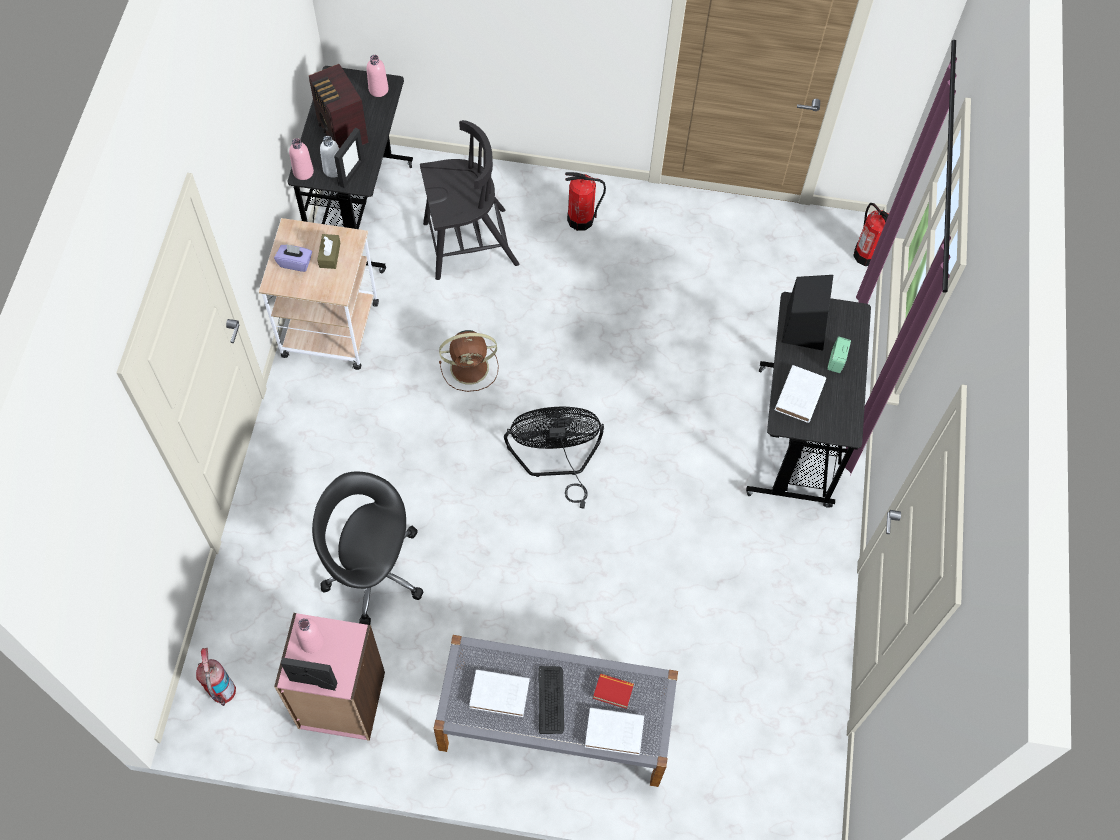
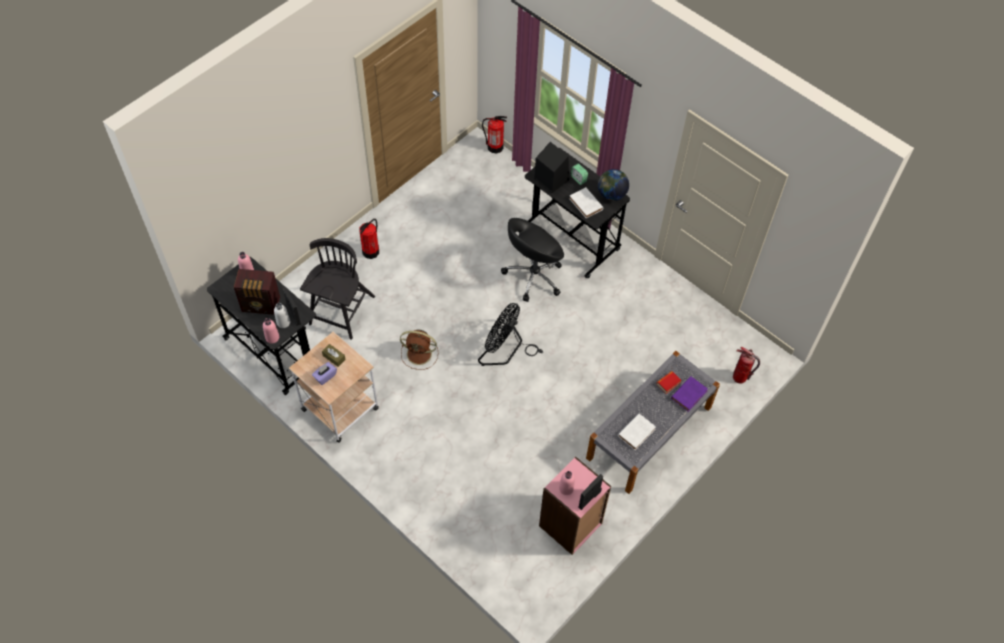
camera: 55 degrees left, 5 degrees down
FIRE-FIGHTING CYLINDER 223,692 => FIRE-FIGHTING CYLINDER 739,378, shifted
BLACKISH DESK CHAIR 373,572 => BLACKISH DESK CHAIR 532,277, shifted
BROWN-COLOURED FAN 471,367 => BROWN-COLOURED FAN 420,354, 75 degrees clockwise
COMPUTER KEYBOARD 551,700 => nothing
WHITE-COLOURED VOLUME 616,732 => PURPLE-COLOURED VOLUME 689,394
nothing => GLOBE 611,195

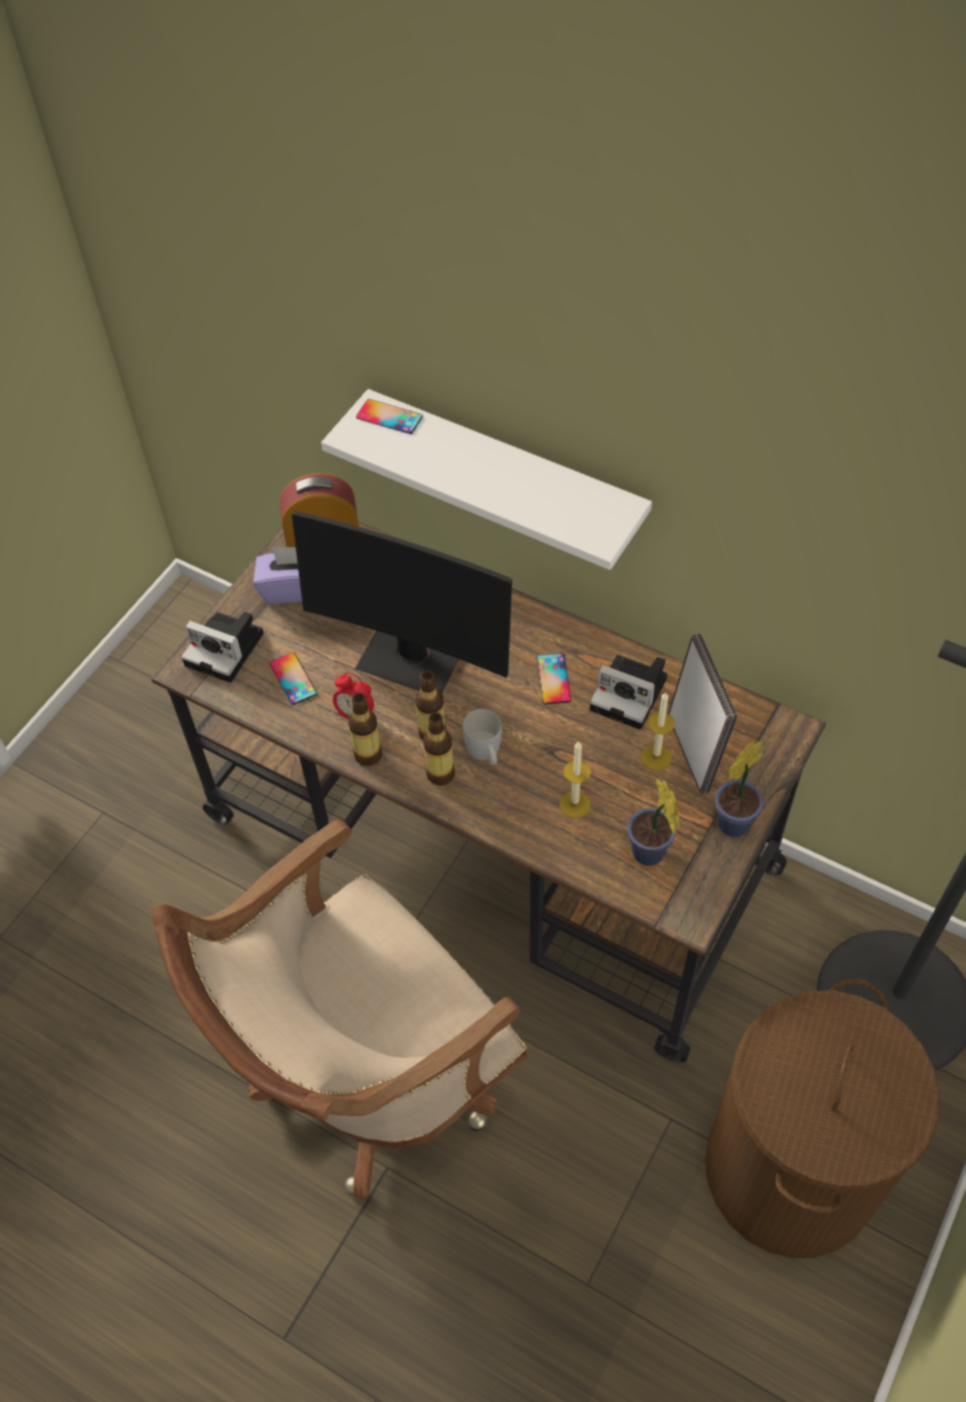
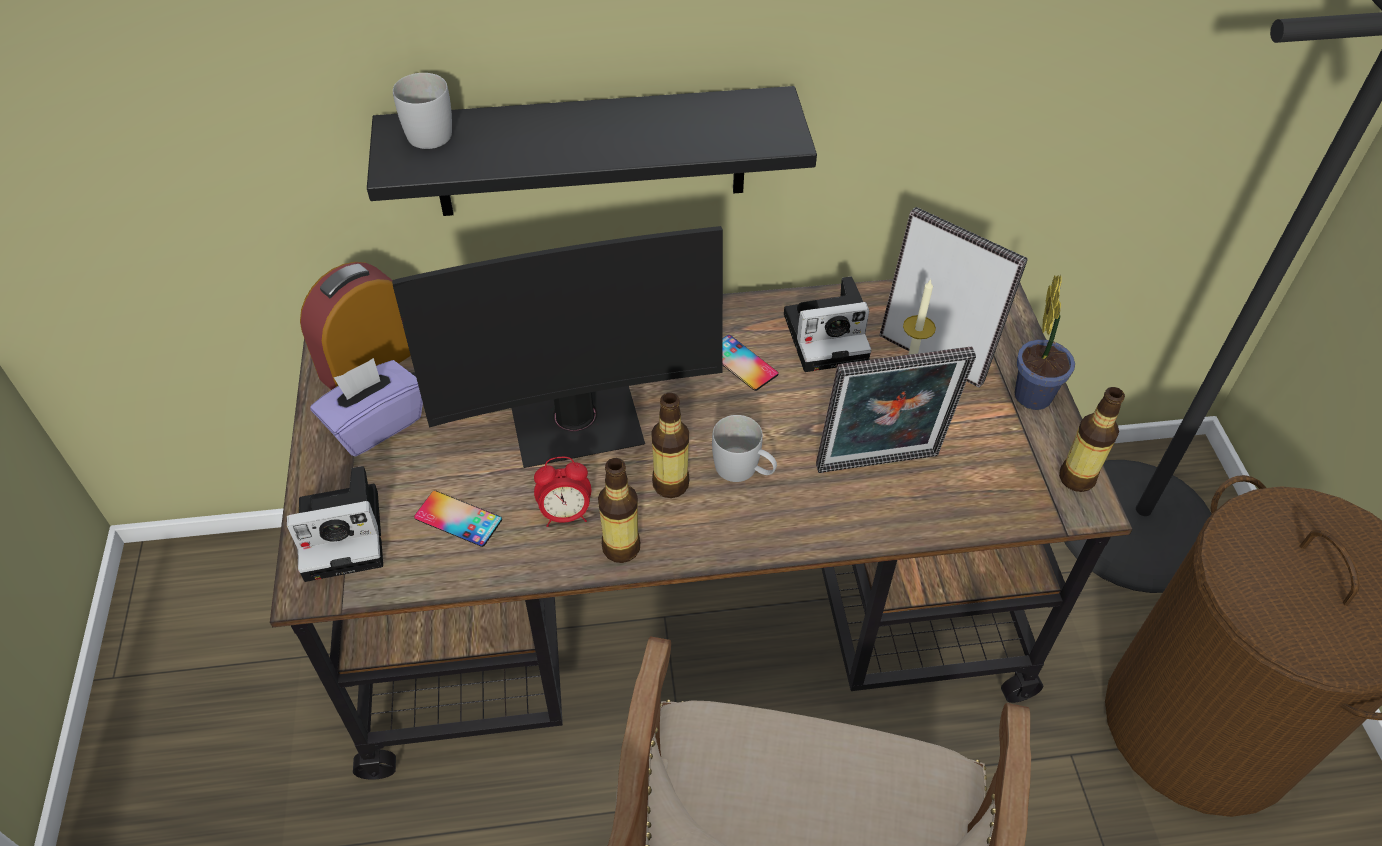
camera: 40 degrees left, 5 degrees down
WHITE-COLOURED BRACKET SHELF 505,477 => BLACKISH BRACKET SHELF 591,152
HANDSET 389,417 => WHITE-COLOURED TEA MUG 428,130
BEVERAGE BOTTLE 440,774 => BEVERAGE BOTTLE 1076,478, shifted
CANDLE 575,804 => PHOTO FRAME 879,466
POTTED PLANT 650,856 => nothing

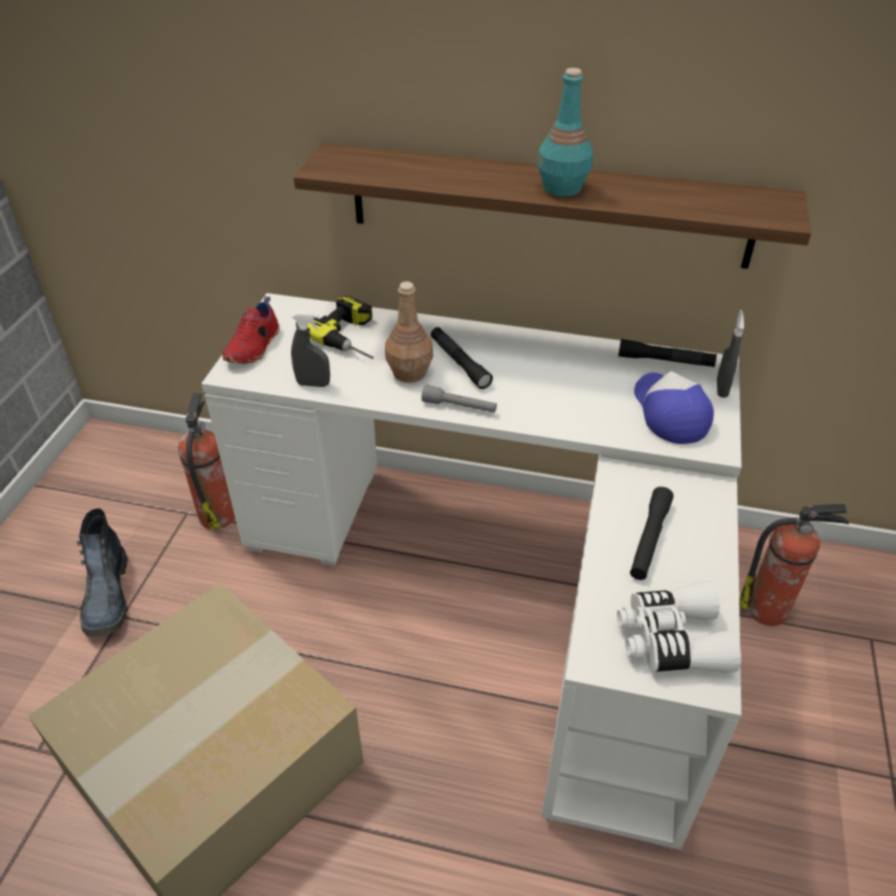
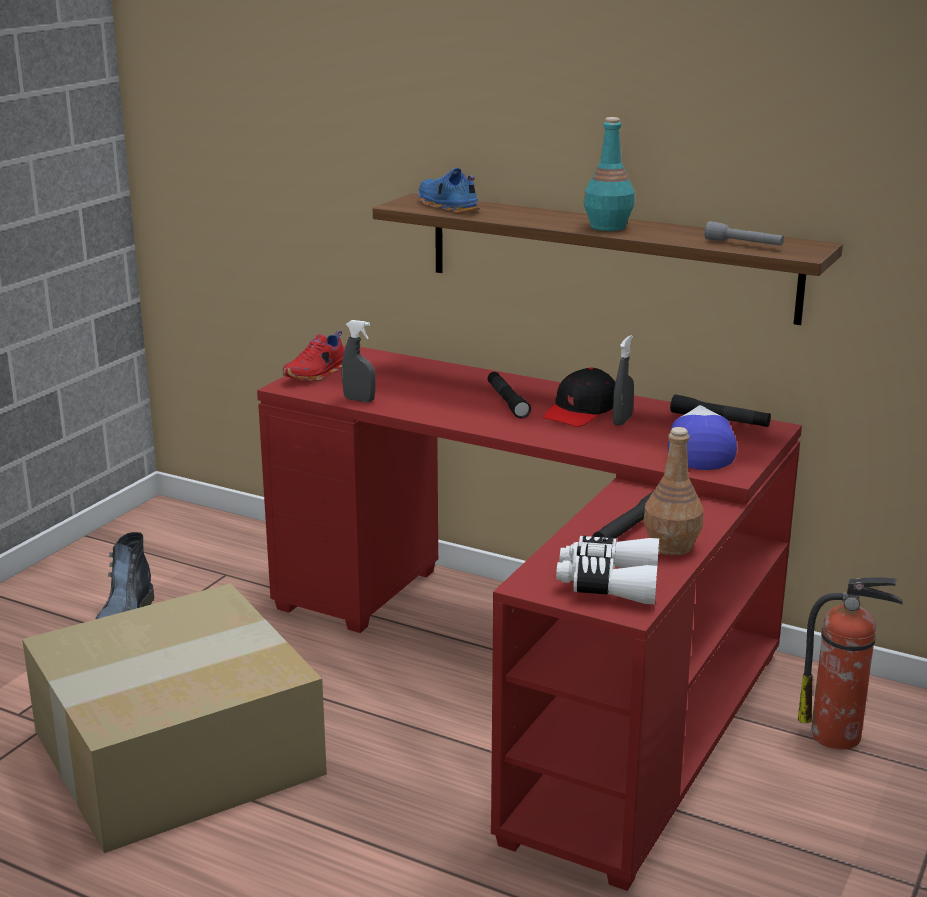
camera: 15 degrees right, 20 degrees down
FIRE-FIGHTING CYLINDER 218,514 => nothing
WHITE-COLOURED DESK 506,581 => RED DESK 540,670
DRILL 353,336 => nothing
BROWN-COLOURED BEVERAGE BOTTLE 410,372 => BROWN-COLOURED BEVERAGE BOTTLE 672,546, shifted
GRAY FLASHLIGHT 459,407 => GRAY FLASHLIGHT 743,244, shifted
GRAY HAND SPRAYER 721,388 => GRAY HAND SPRAYER 622,421, shifted
nothing => BLUE-COLOURED ITEM OF FOOTWEAR 446,206
nothing => BLACKISH BASEBALL CAP 580,411

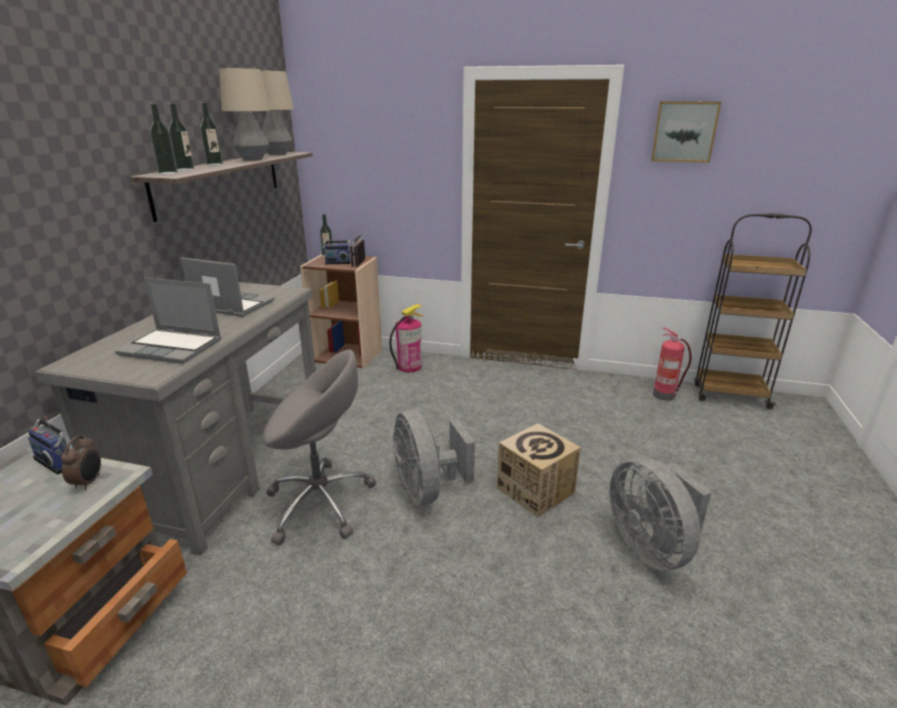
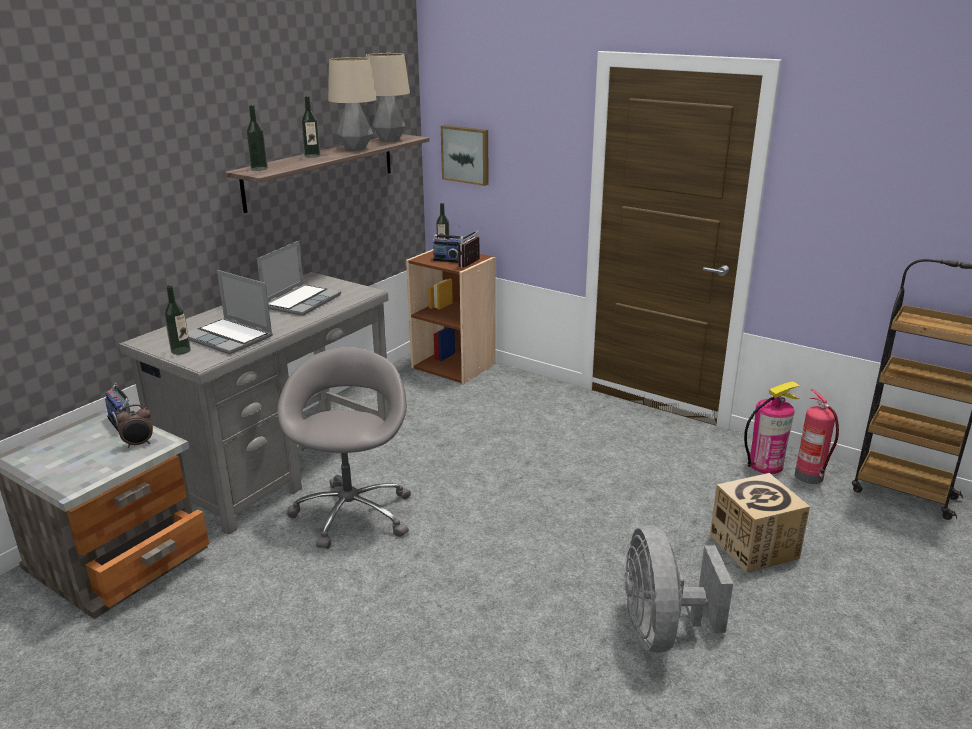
camera: 20 degrees right, 0 degrees up
TABLE CLOCK 89,482 => TABLE CLOCK 139,444, 45 degrees clockwise
BEVERAGE BOTTLE 185,169 => BEVERAGE BOTTLE 181,351, shifted
LAPTOP 231,305 => LAPTOP 302,301, 75 degrees clockwise
GRAY DESK CHAIR 322,502 => GRAY DESK CHAIR 352,513, 105 degrees counterclockwise
FIRE-FIGHTING CYLINDER 409,367 => FIRE-FIGHTING CYLINDER 765,464, shifted
GRAY FAN 427,490 => nothing
CARDBOARD BOX 535,490 => CARDBOARD BOX 753,546, shifted
PICTURE 684,132 => PICTURE 466,154, shifted

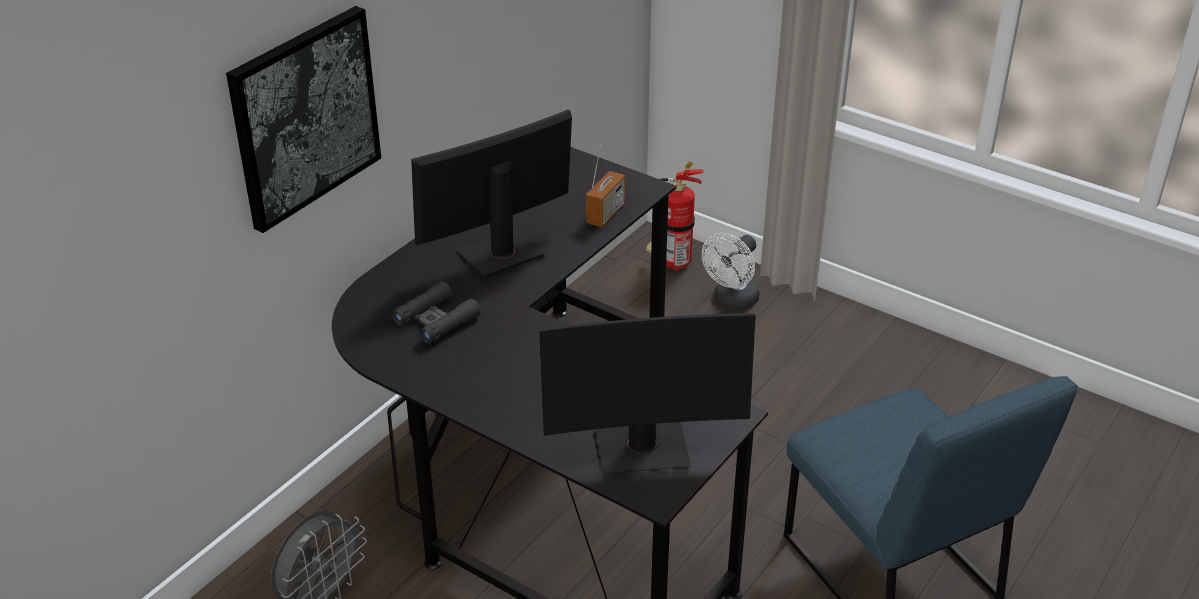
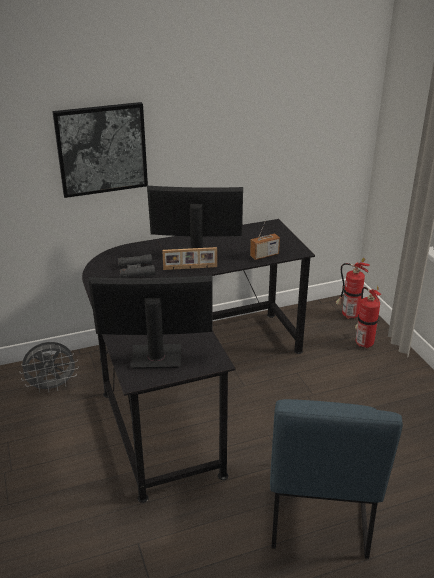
camera: 35 degrees right, 5 degrees down
COMPUTER DISPLAY 642,448 => COMPUTER DISPLAY 156,357, 150 degrees clockwise
WHITE-COLOURED FAN 732,301 => FIRE-FIGHTING CYLINDER 363,343
nothing => PHOTO FRAME 190,268

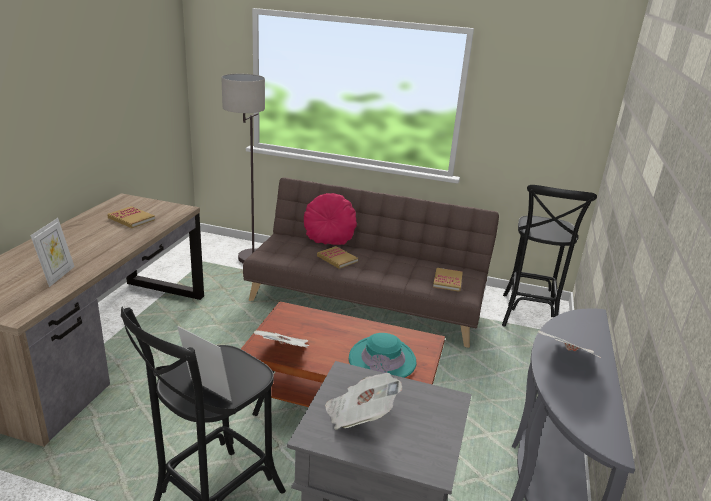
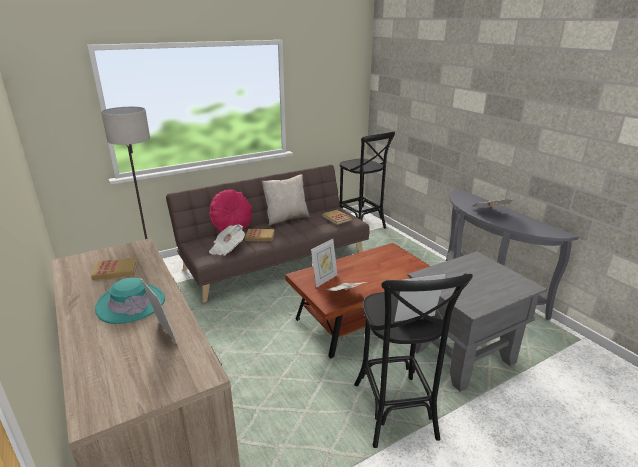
camera: 45 degrees left, 0 degrees up
NEWSPAPER 360,415 => NEWSPAPER 227,249, shifted
TURQUOISE CLOTHING HAT 382,360 => TURQUOISE CLOTHING HAT 131,304, shifted
nothing => SAND-COLOURED CUSHION 286,218
nothing => PHOTO FRAME 324,279

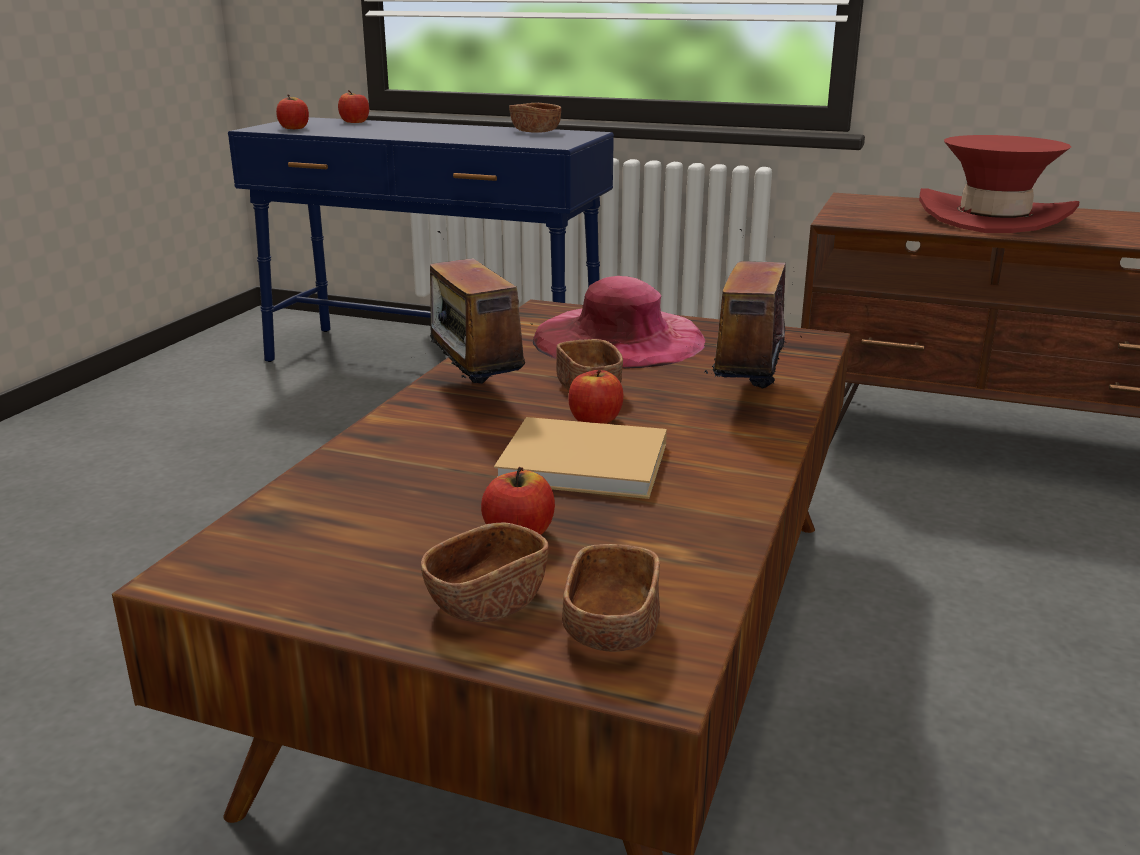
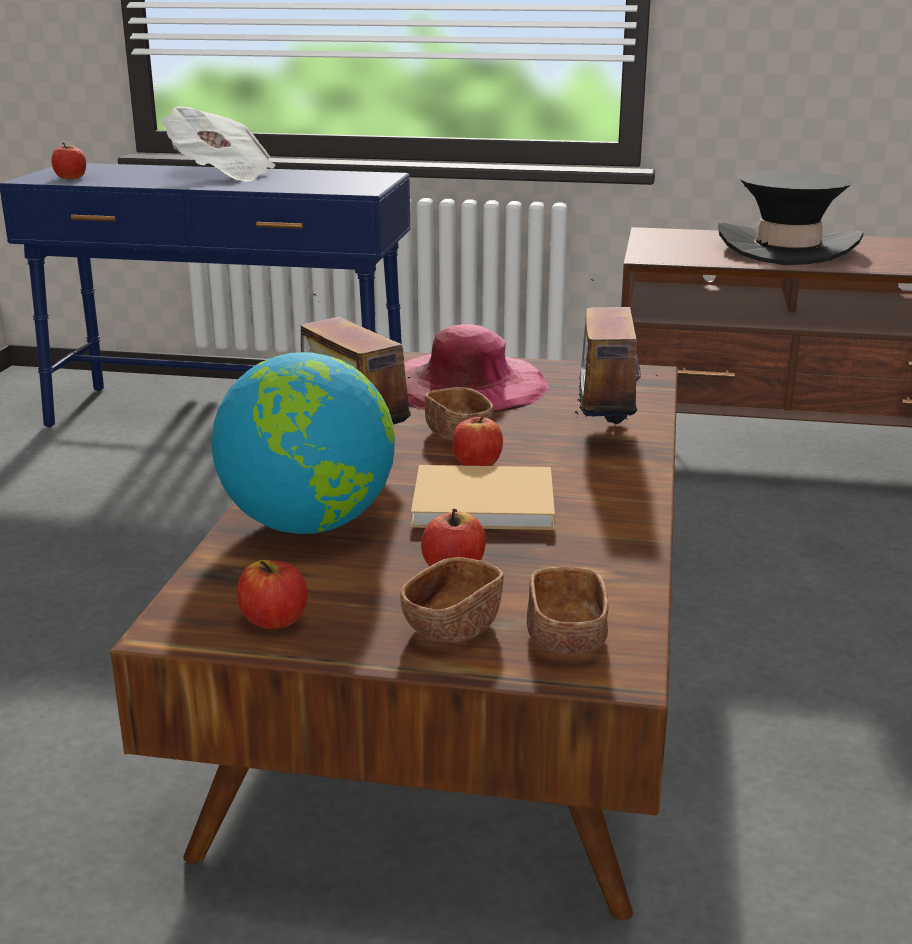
camera: 10 degrees left, 0 degrees up
APPLE 355,122 => APPLE 274,620, shifted
BROWN-COLOURED DEEP DISH 535,131 => nothing
RED CLOTHING HAT 993,218 => BLACKISH CLOTHING HAT 787,249
nothing => NEWSPAPER 222,174
nothing => GLOBE 309,524

